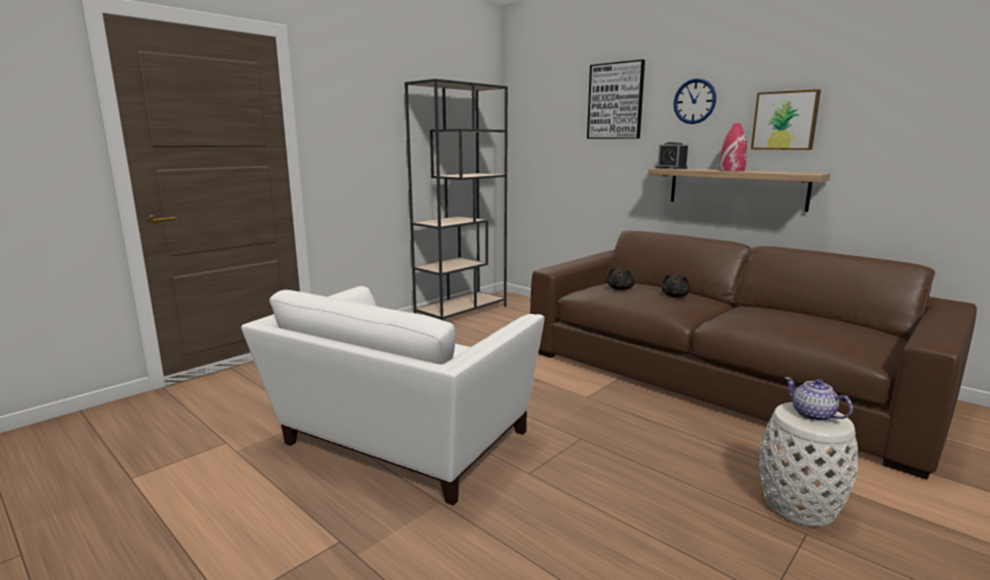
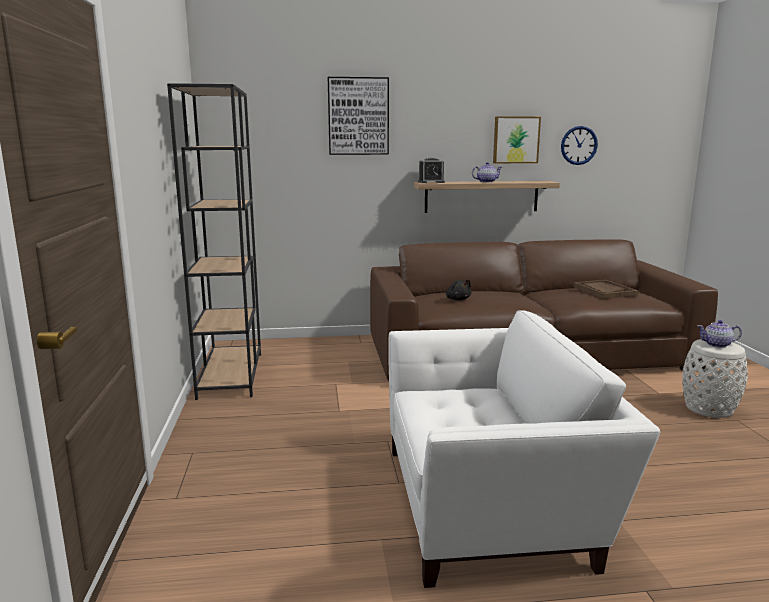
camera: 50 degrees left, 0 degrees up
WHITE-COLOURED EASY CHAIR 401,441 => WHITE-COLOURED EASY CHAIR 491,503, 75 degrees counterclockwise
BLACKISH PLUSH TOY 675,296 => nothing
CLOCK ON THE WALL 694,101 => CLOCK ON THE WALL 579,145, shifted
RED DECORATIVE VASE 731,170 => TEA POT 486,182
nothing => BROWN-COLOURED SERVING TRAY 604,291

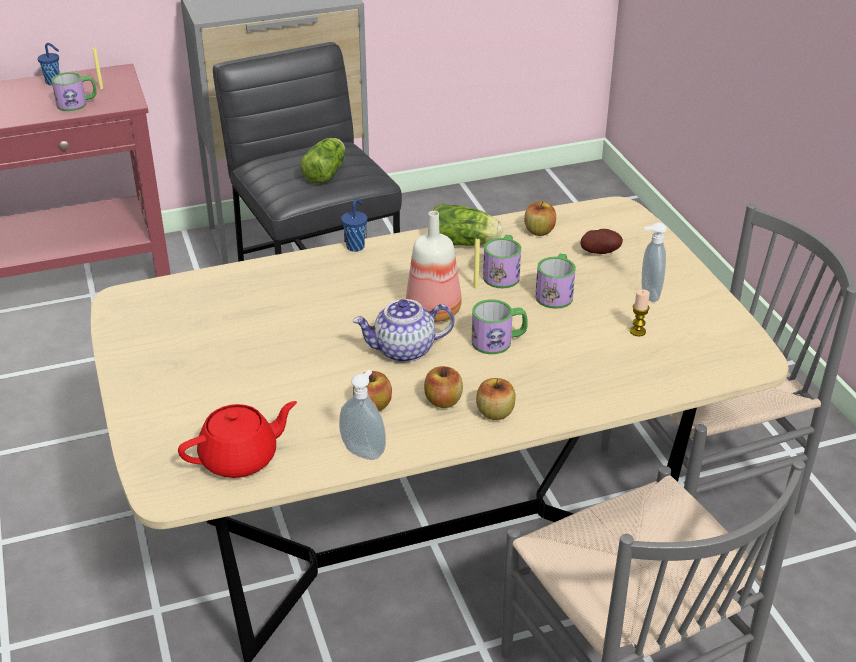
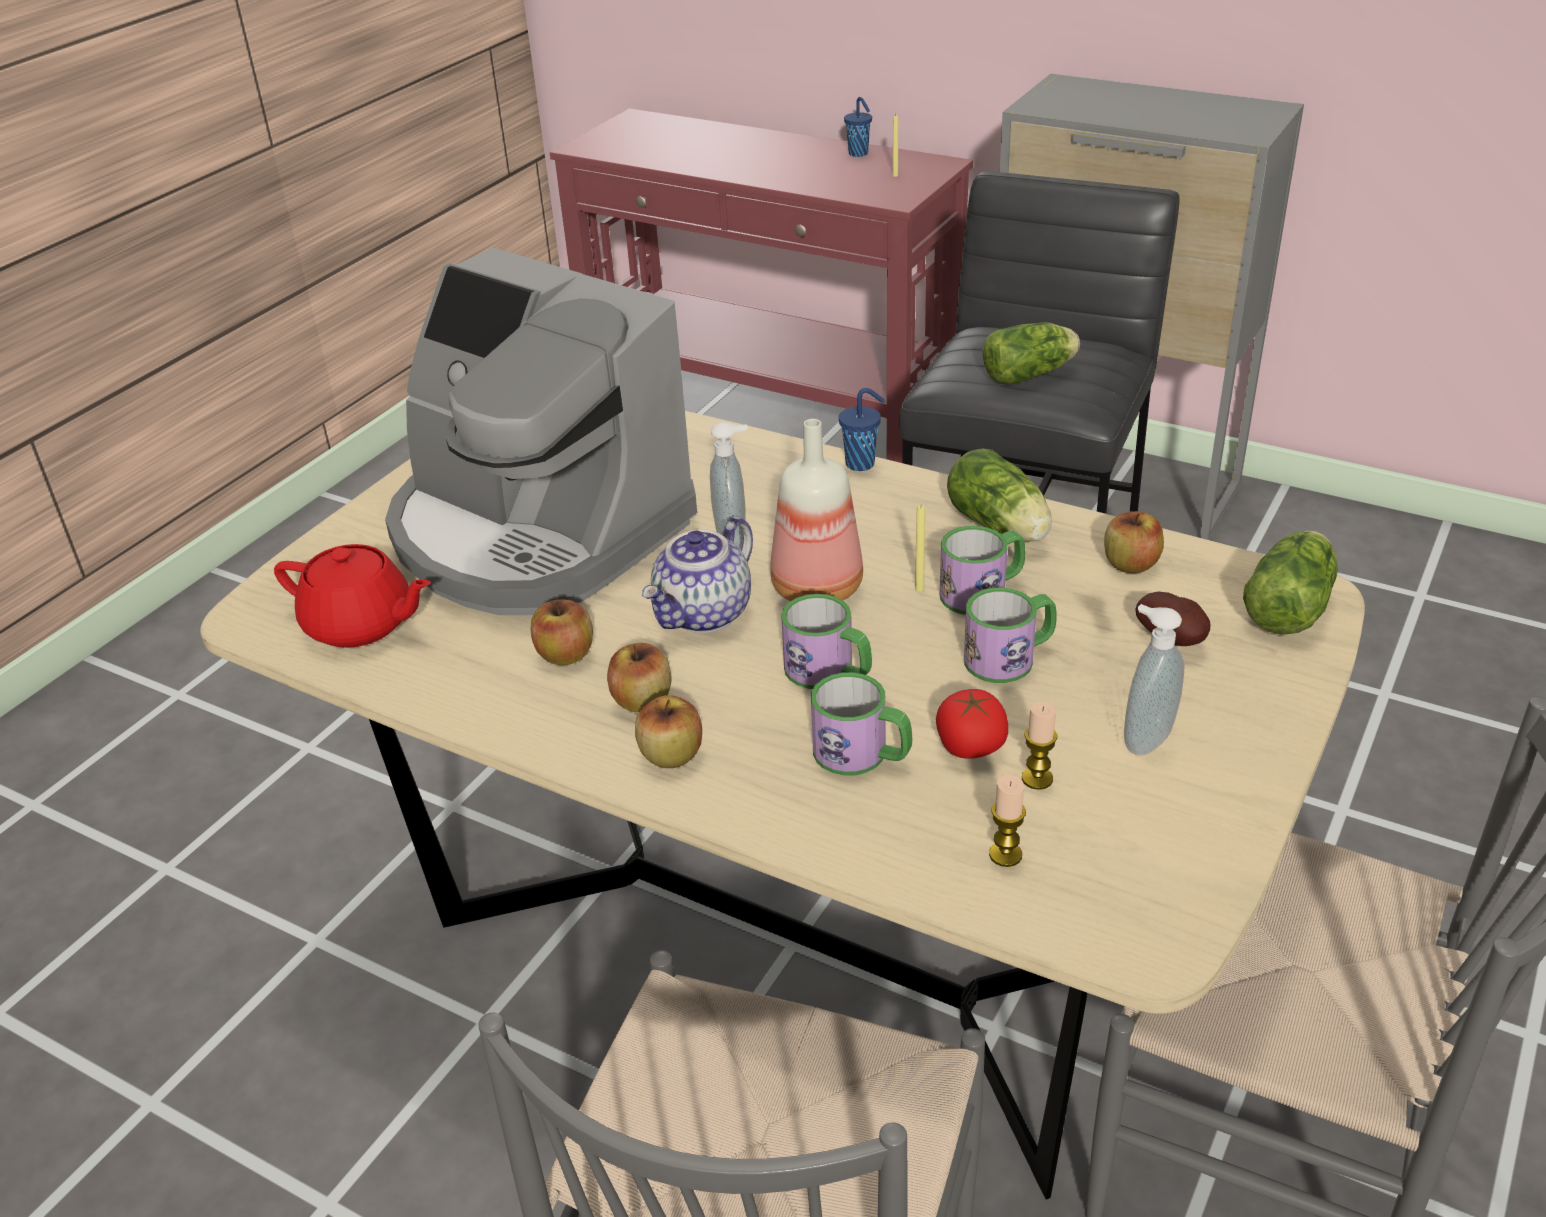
camera: 50 degrees right, 0 degrees up
TEA MUG 77,104 => TEA MUG 862,755, shifted
SOAP DISPENSER 364,451 => SOAP DISPENSER 734,539, shifted
TEA POT 404,350 => TEA POT 704,614, 90 degrees counterclockwise
nothing => COFFEE MACHINE 536,533
nothing => FRESH TOMATO 970,747
nothing => CANDLE 1005,854
nothing => LETTUCE HEAD 1290,605

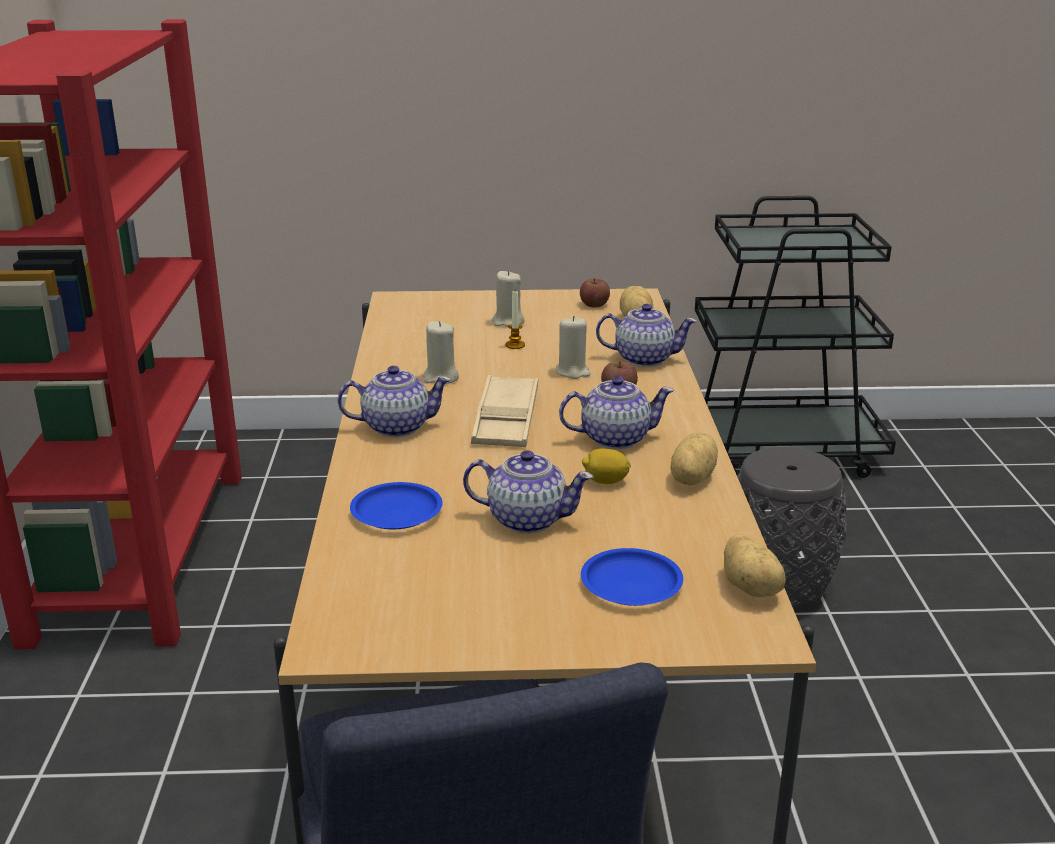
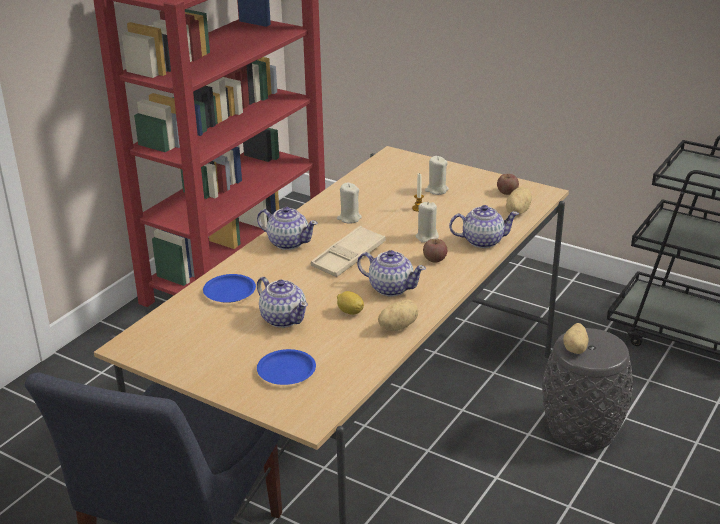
camera: 35 degrees right, 5 degrees up
TEA POT 643,359 => TEA POT 482,241, 45 degrees counterclockwise
WHOLE POTATO 751,588 => WHOLE POTATO 576,348, shifted

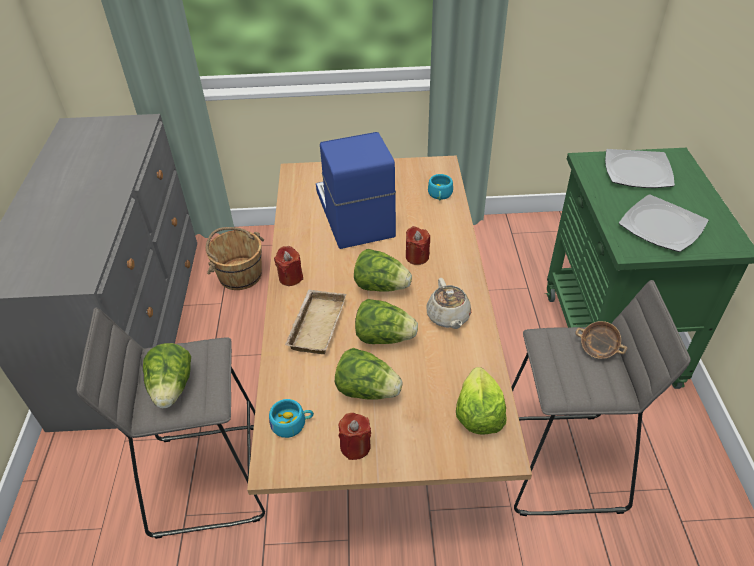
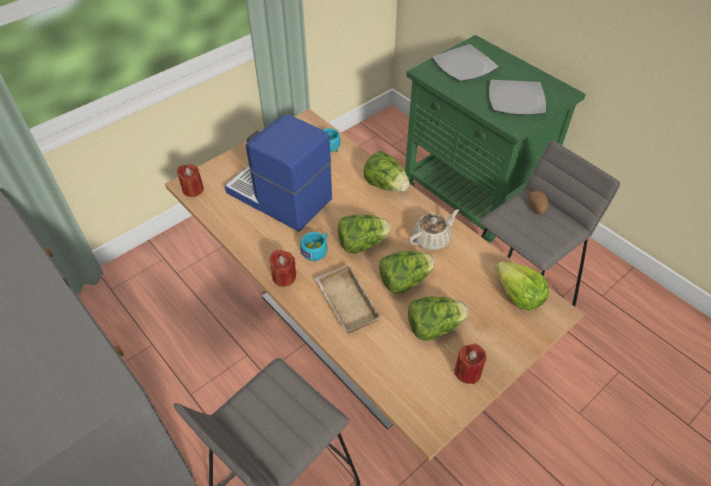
camera: 40 degrees left, 5 degrees up
LETTUCE HEAD 172,388 => LETTUCE HEAD 386,185, shifted
BROWN-COLOURED PAIL 240,275 => nothing
TURQUOISE DRINKING CUP 292,423 => TURQUOISE DRINKING CUP 316,250, shifted
RED CANDLE 417,257 => RED CANDLE 193,189, shifted
SAND-COLOURED TEA POT 448,317 => SAND-COLOURED TEA POT 432,239, 75 degrees counterclockwise
DEEP DISH 597,350 => WHOLE POTATO 536,208

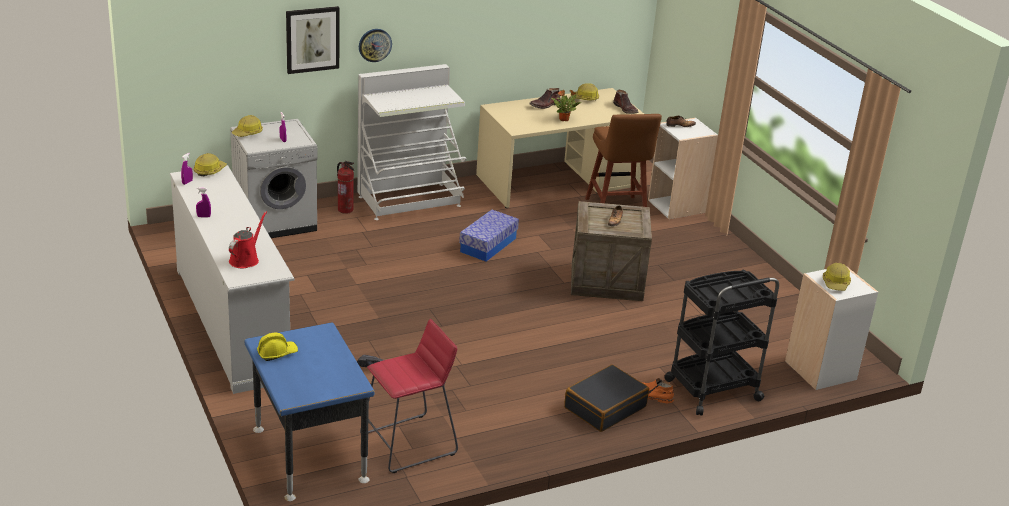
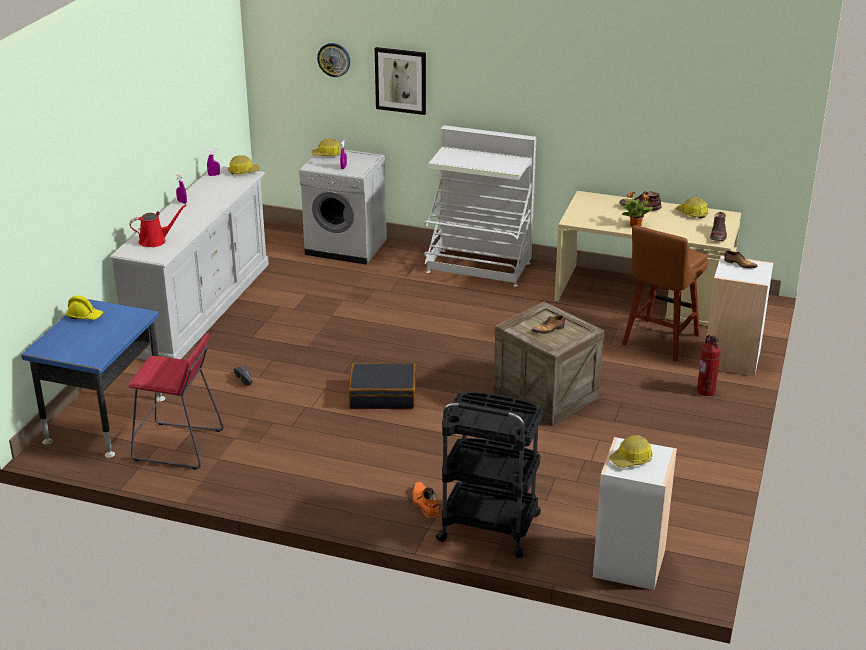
camera: 45 degrees right, 0 degrees up
FIRE-FIGHTING CYLINDER 345,210 => FIRE-FIGHTING CYLINDER 706,391, shifted
CLOCK ON THE WALL 375,45 => CLOCK ON THE WALL 334,59, shifted
STORAGE CONTAINER 488,245 => nothing
BLACKISH TRAVEL CASE 605,407 => BLACKISH TRAVEL CASE 383,395, shifted

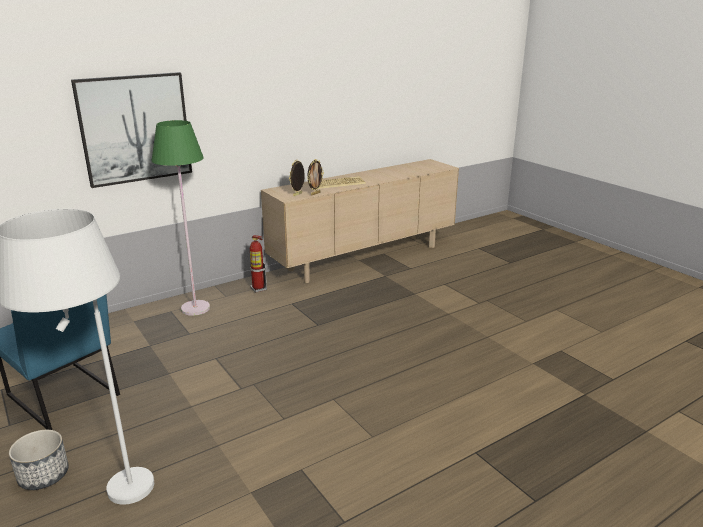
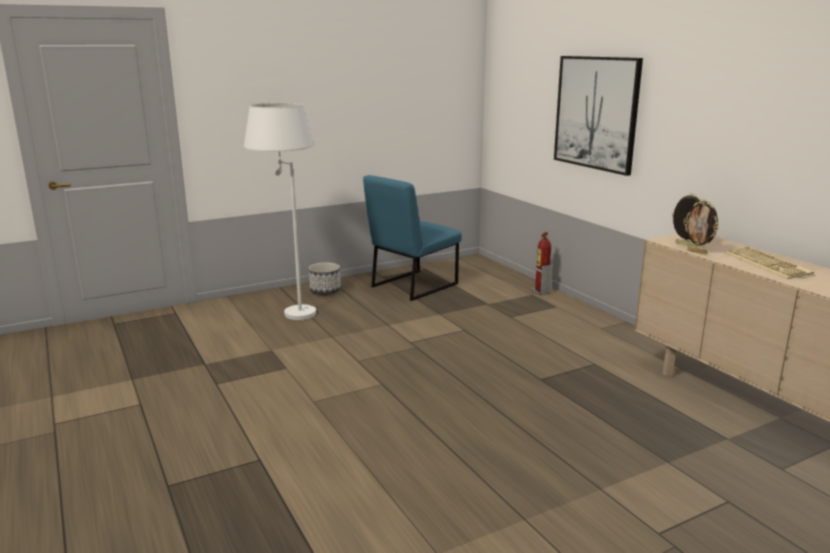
camera: 95 degrees right, 5 degrees down
GREEN-COLOURED STANDING LAMP 195,308 => nothing
FIRE-FIGHTING CYLINDER 258,289 => FIRE-FIGHTING CYLINDER 541,292, shifted

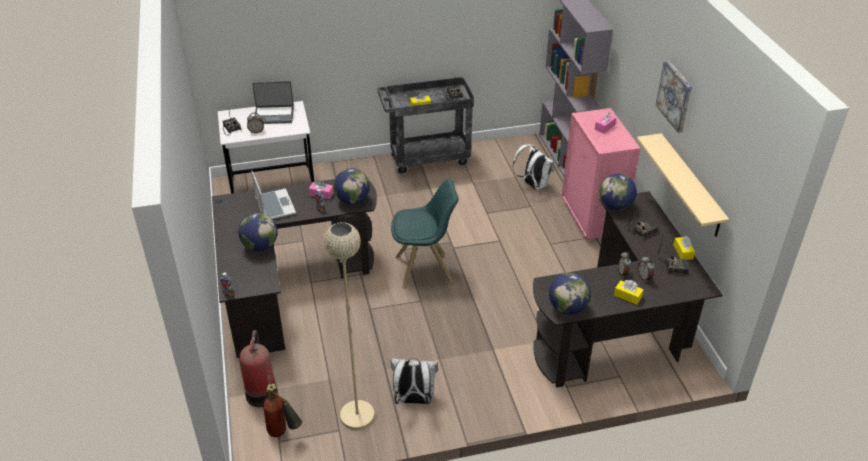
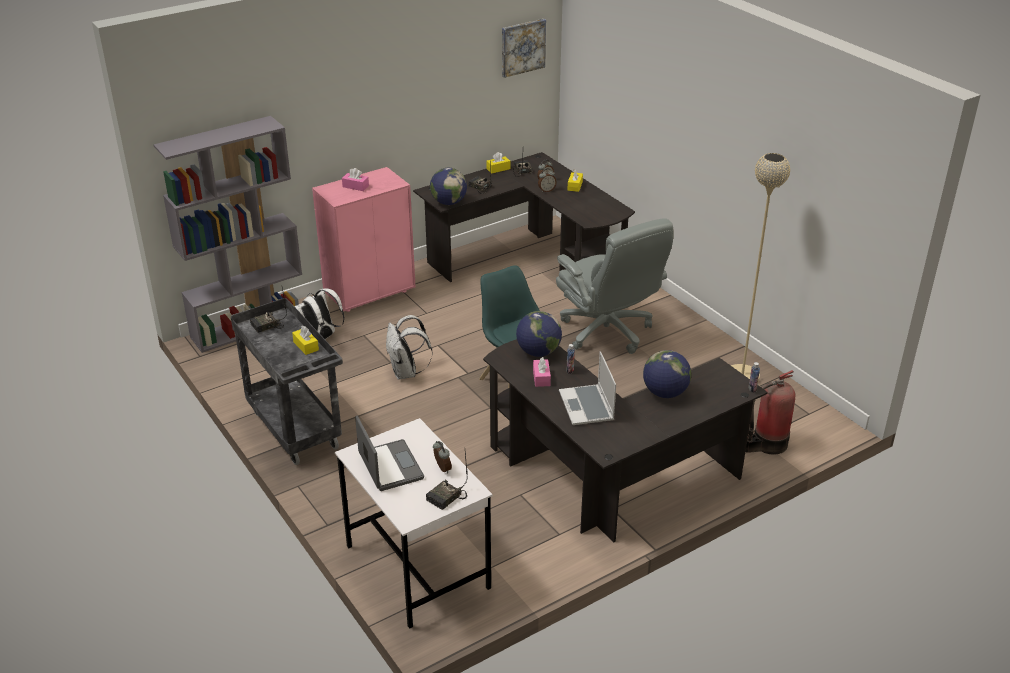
camera: 110 degrees left, 5 degrees down
LAPTOP 274,205 => LAPTOP 587,407, 60 degrees counterclockwise
FIRE-FIGHTING CYLINDER 284,433 => nothing
WHITE-COLOURED KNAPSACK 414,400 => WHITE-COLOURED KNAPSACK 406,373, shifted
GLOBE 567,308 => nothing
SAND-COLOURED BRACKET SHELF 690,185 => nothing
PICTURE 675,96 => PICTURE 522,47, shifted
nothing => GRAY DESK CHAIR 608,334

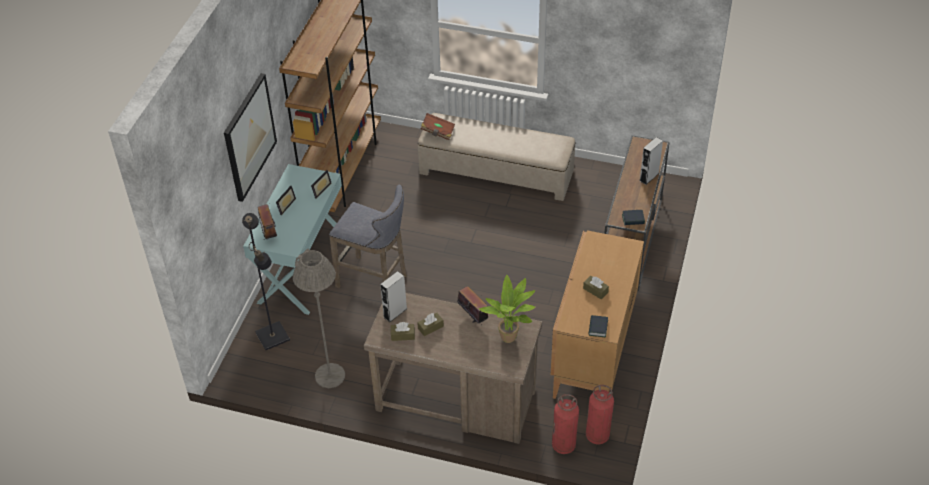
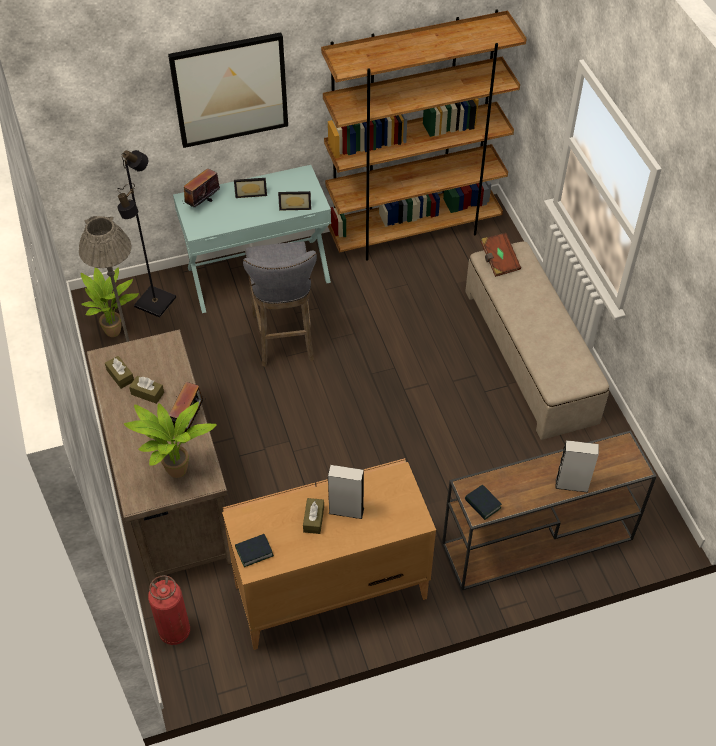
camera: 55 degrees right, 5 degrees up
GRAY AUDIO SPEAKER 395,313 => GRAY AUDIO SPEAKER 346,510, shifted
FIRE-FIGHTING CYLINDER 597,435 => nothing
nothing => POTTED PLANT 116,332

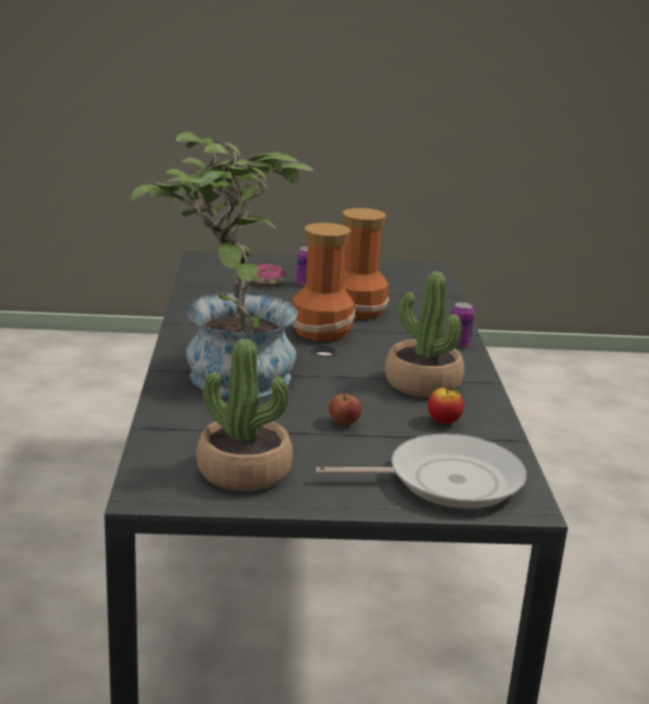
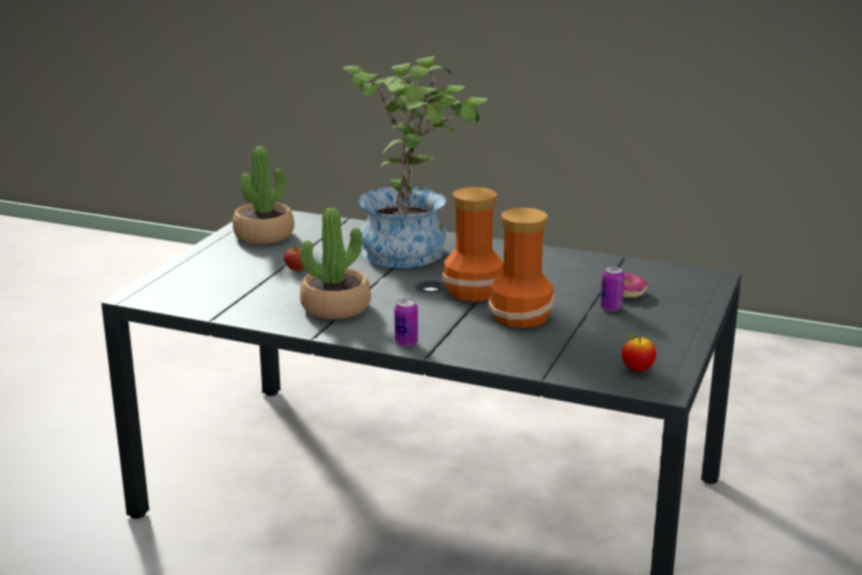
camera: 115 degrees right, 0 degrees up
FRYING PAN 446,480 => nothing
APPLE 443,422 => APPLE 637,369, shifted

